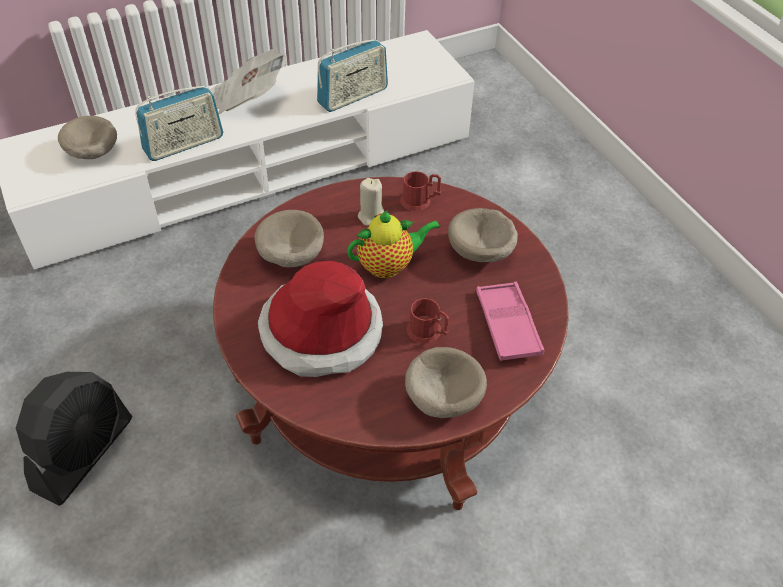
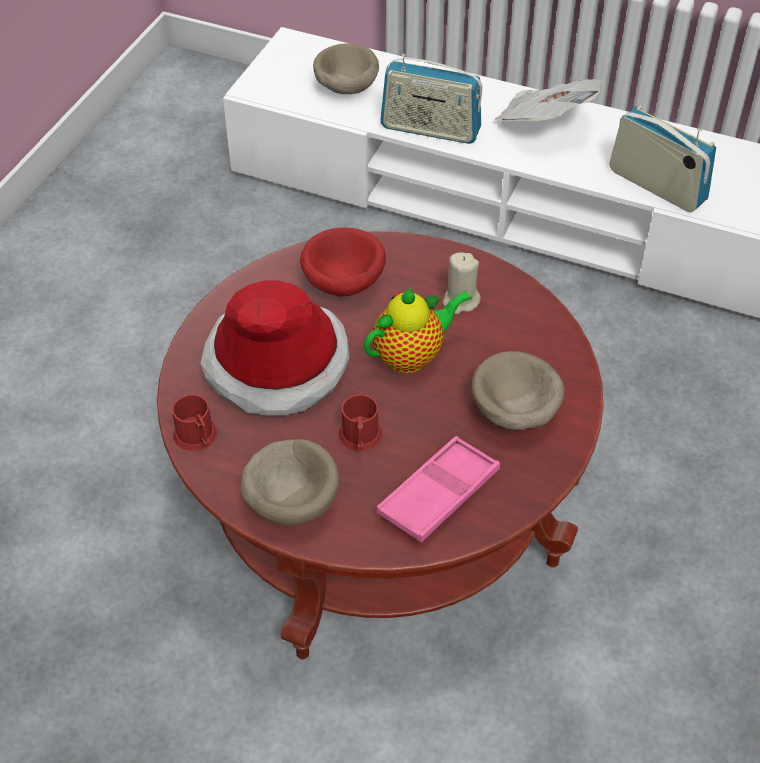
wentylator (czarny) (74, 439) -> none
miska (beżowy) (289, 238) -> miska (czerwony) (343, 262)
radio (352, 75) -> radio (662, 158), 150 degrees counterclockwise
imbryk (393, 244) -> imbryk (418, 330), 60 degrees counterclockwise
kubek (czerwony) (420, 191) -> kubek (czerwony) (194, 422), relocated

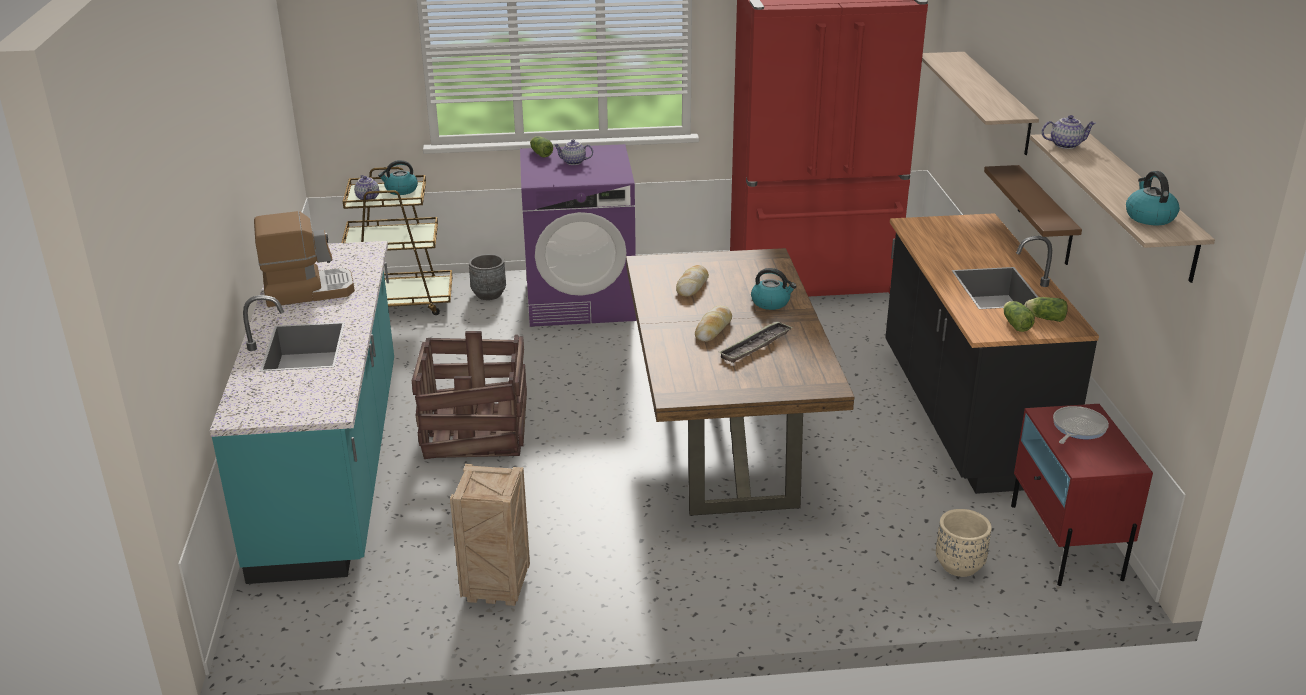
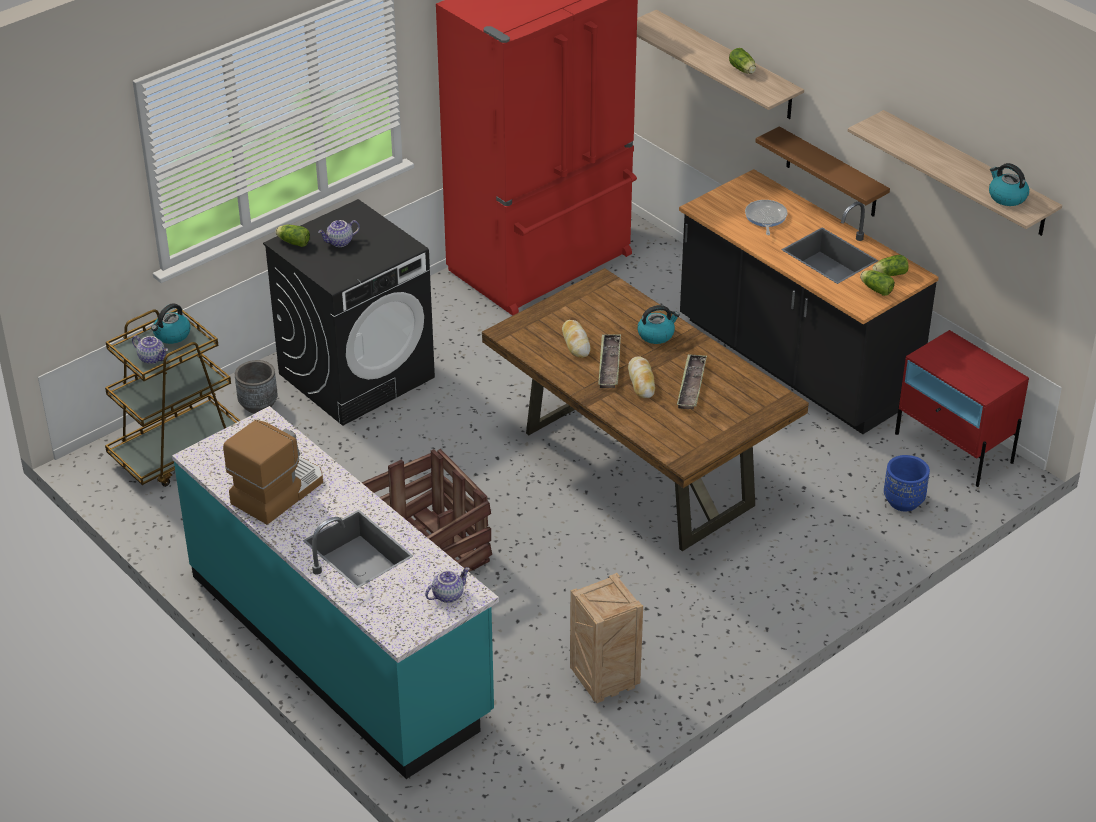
pralka (fioletowy) (578, 235) -> pralka (czarny) (349, 312)
donica (beżowy) (964, 543) -> donica (niebieski) (907, 483)
imbryk (1069, 132) -> imbryk (447, 585), relocated
patelnia (1081, 425) -> patelnia (766, 217), relocated
none -> taca (609, 361)
none -> sałata (742, 61)

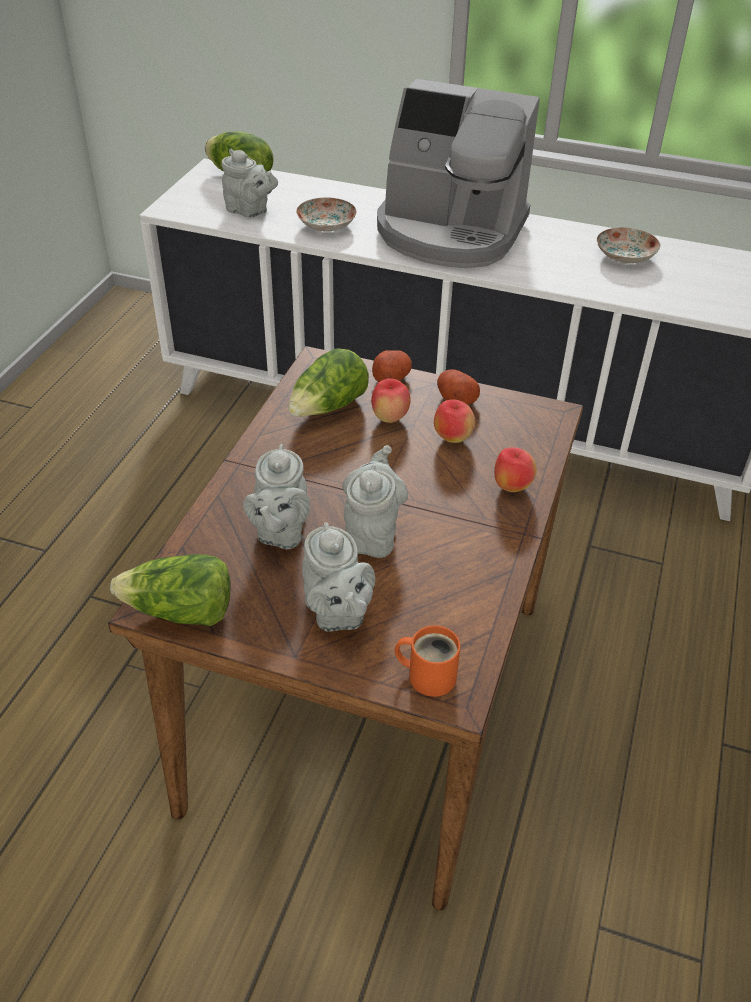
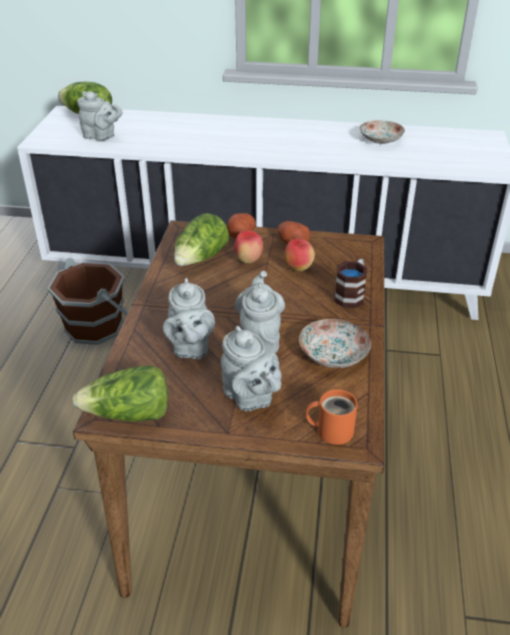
talerz (326, 215) -> talerz (335, 343), relocated
ekspres do kawy (458, 173) -> none
jabłko (515, 469) -> kubek (350, 283)
none -> wiadro (brązowy) (87, 301)

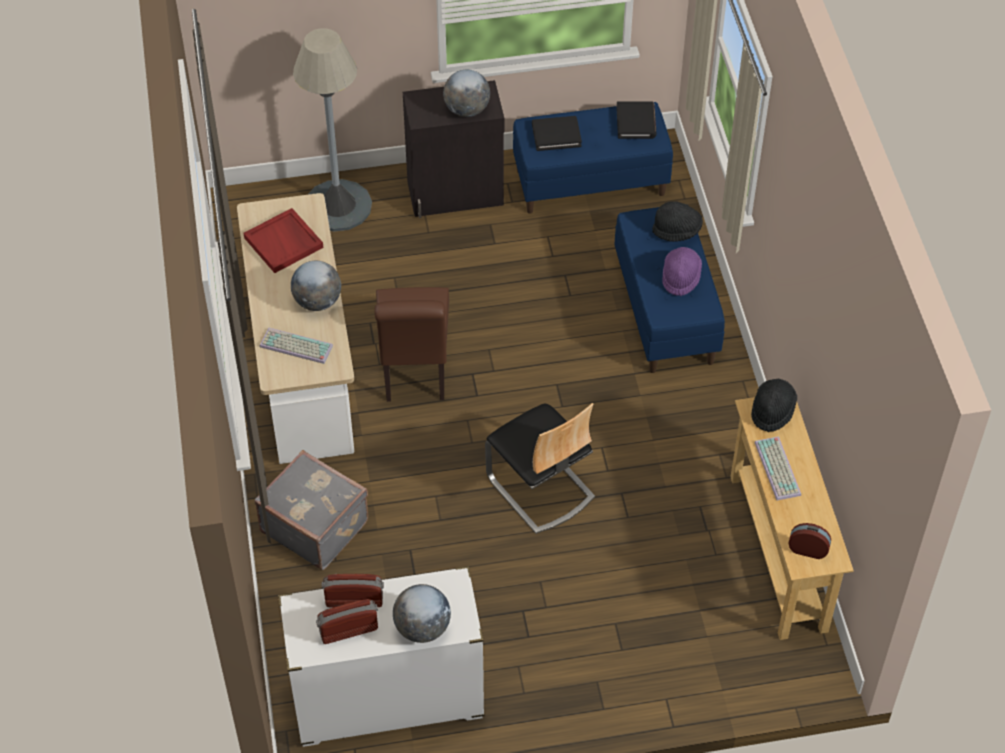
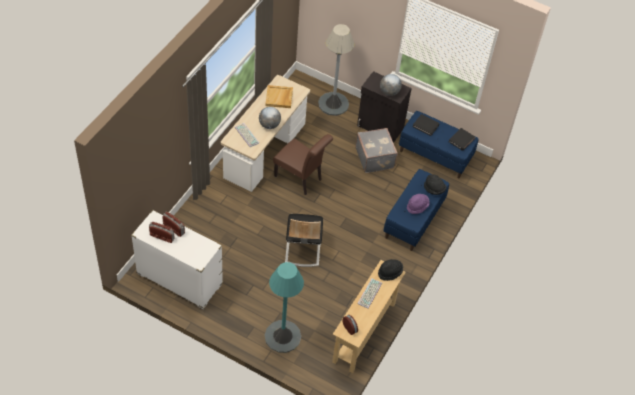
taca (czerwony) (283, 240) -> taca (beżowy) (279, 96)
walizka (szary) (311, 510) -> walizka (szary) (376, 150), relocated
krzesło (brązowy) (412, 344) -> krzesło (brązowy) (303, 164), 90 degrees counterclockwise
globus (422, 613) -> none
none -> lampa stojąca (turkusowy) (284, 307)

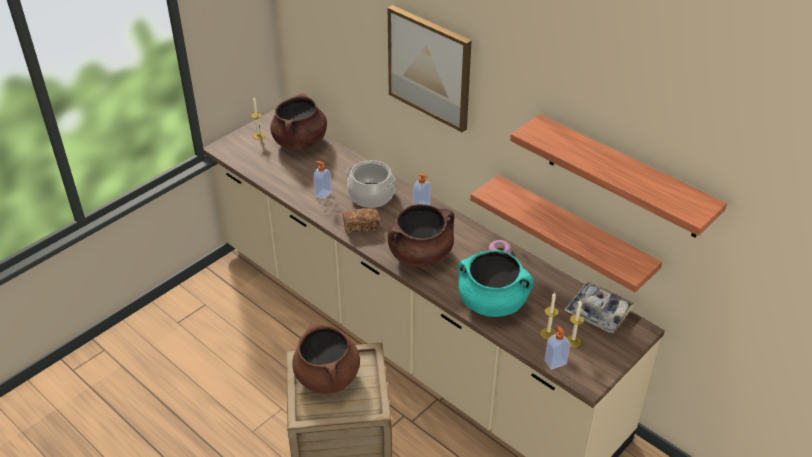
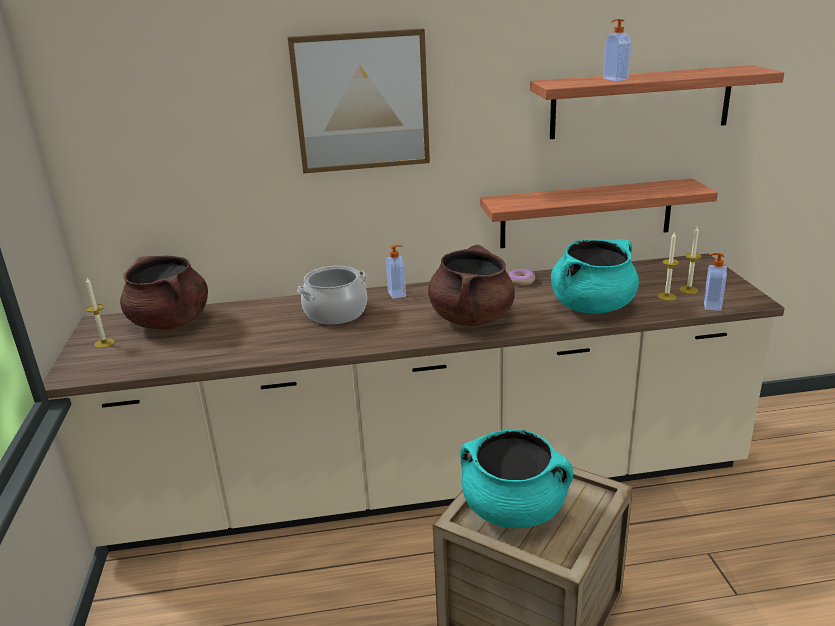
garnek (brązowy) (326, 357) -> garnek (turkusowy) (516, 478)
dozownik mydła (322, 180) -> dozownik mydła (617, 50), relocated
chleb (361, 220) -> none
taca (599, 307) -> none

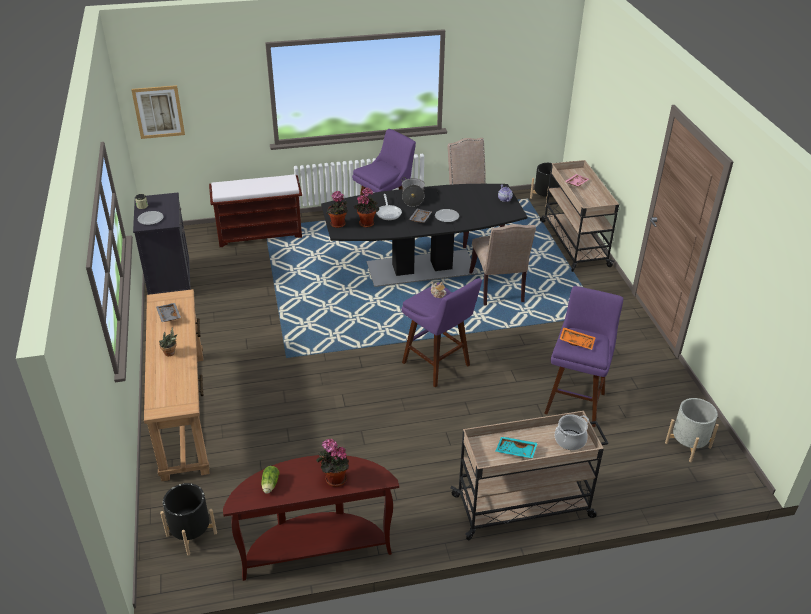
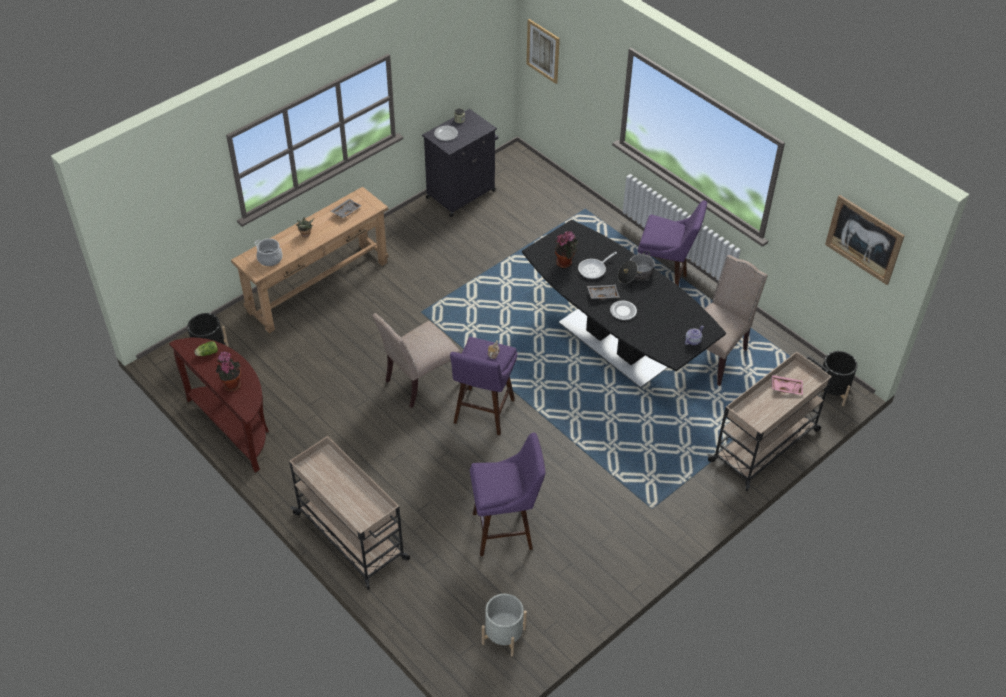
ławka (brązowy) (255, 210) -> none
roślina doniczkowa (337, 209) -> none
krzesło (beżowy) (502, 265) -> krzesło (beżowy) (416, 360), relocated
taca (turkusowy) (517, 447) -> none
garnek (572, 432) -> garnek (269, 252), relocated
taca (pomarańczowy) (578, 338) -> none
none -> obraz (865, 240)

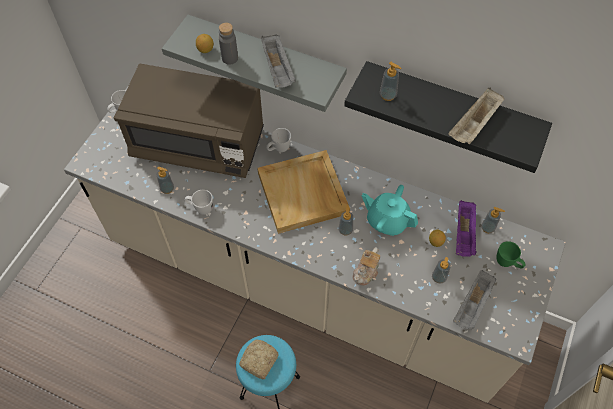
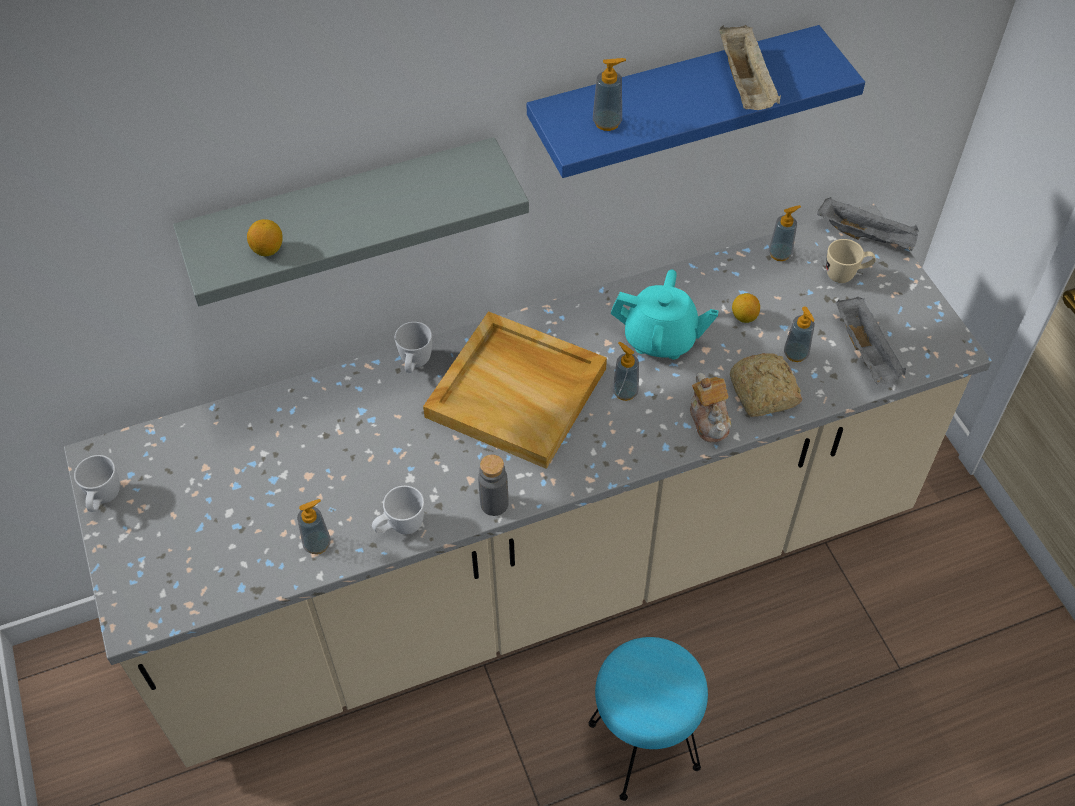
mikrofalówka (brązowy) (189, 121) -> none
butelka (szary) (228, 44) -> butelka (szary) (493, 485), relocated
chleb (259, 359) -> chleb (766, 385), relocated
taca (szary) (278, 61) -> taca (szary) (868, 224), relocated
półka (czarny) (448, 117) -> półka (niebieski) (696, 101)
imbryk (turkusowy) (390, 210) -> imbryk (turkusowy) (665, 314), 150 degrees counterclockwise
taca (fioletowy) (466, 228) -> none
kubek (zielony) (511, 254) -> kubek (beżowy) (851, 261)

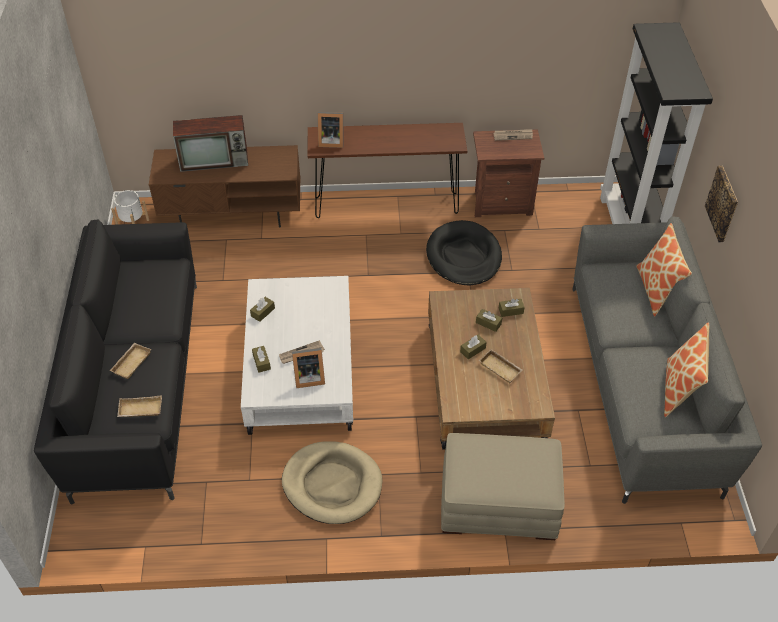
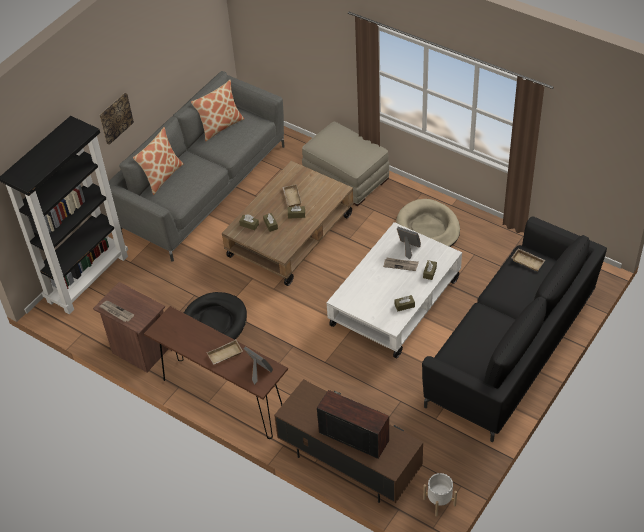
taca (beżowy) (131, 361) -> taca (beżowy) (225, 352), relocated

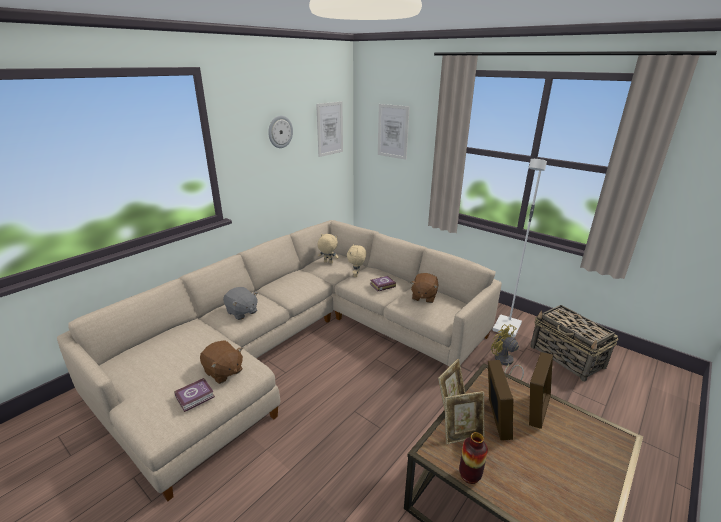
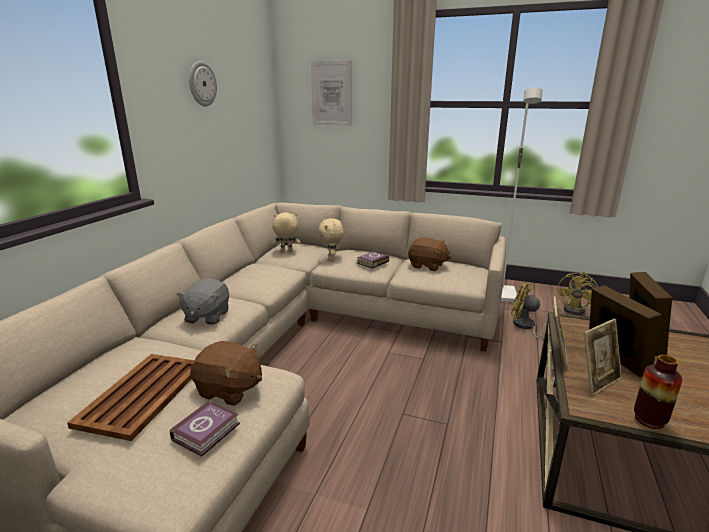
pluszak (szary) (240, 303) -> pluszak (szary) (202, 301), 75 degrees clockwise
obraz (329, 129) -> none
pluszak (brązowy) (424, 288) -> pluszak (brązowy) (429, 254), 60 degrees counterclockwise
koszyk (574, 343) -> wentylator (żółty) (577, 293)
none -> taca (brązowy) (130, 397)

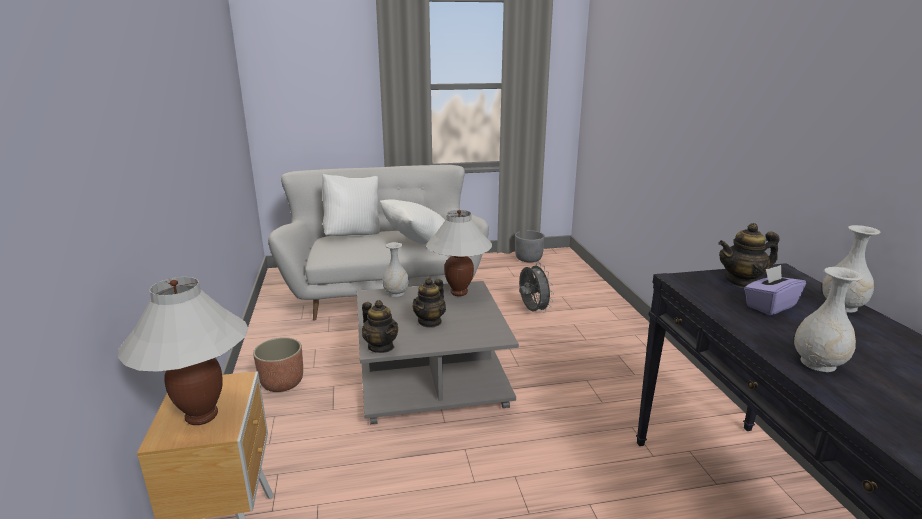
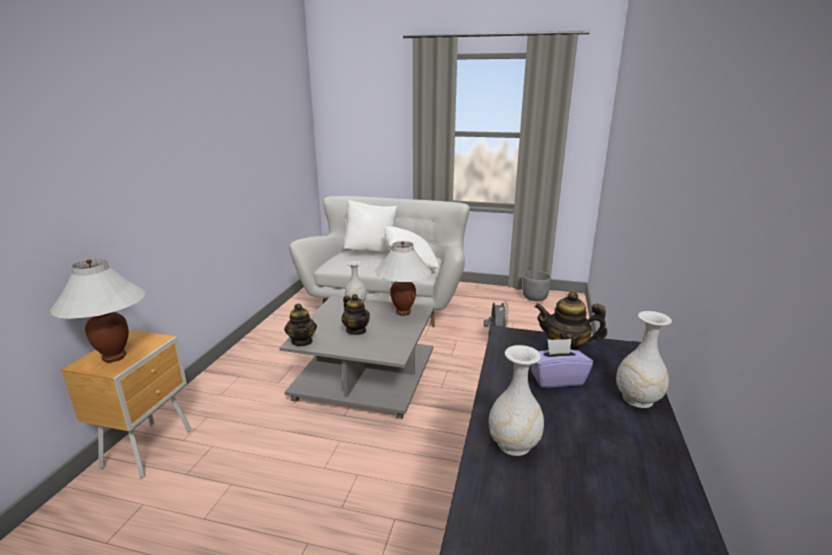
donica (278, 364) -> none
imbryk (429, 303) -> imbryk (356, 314), 90 degrees counterclockwise

